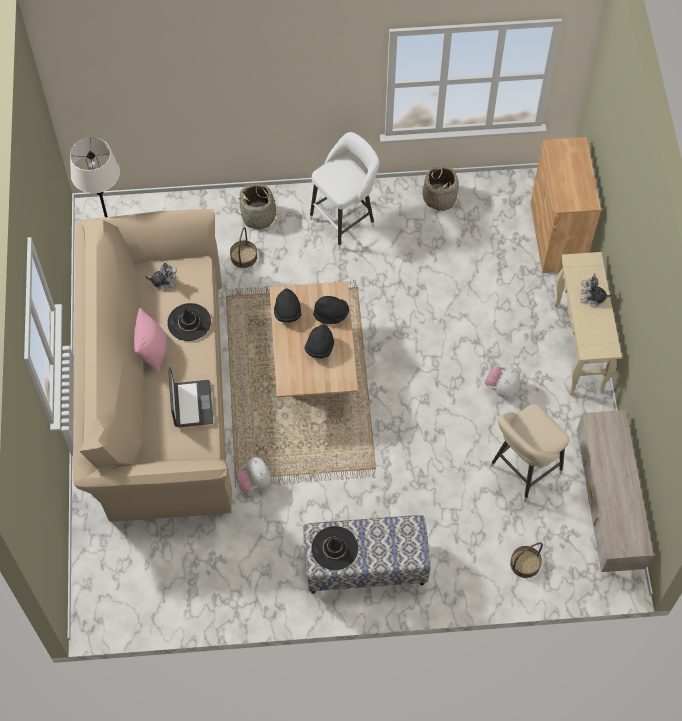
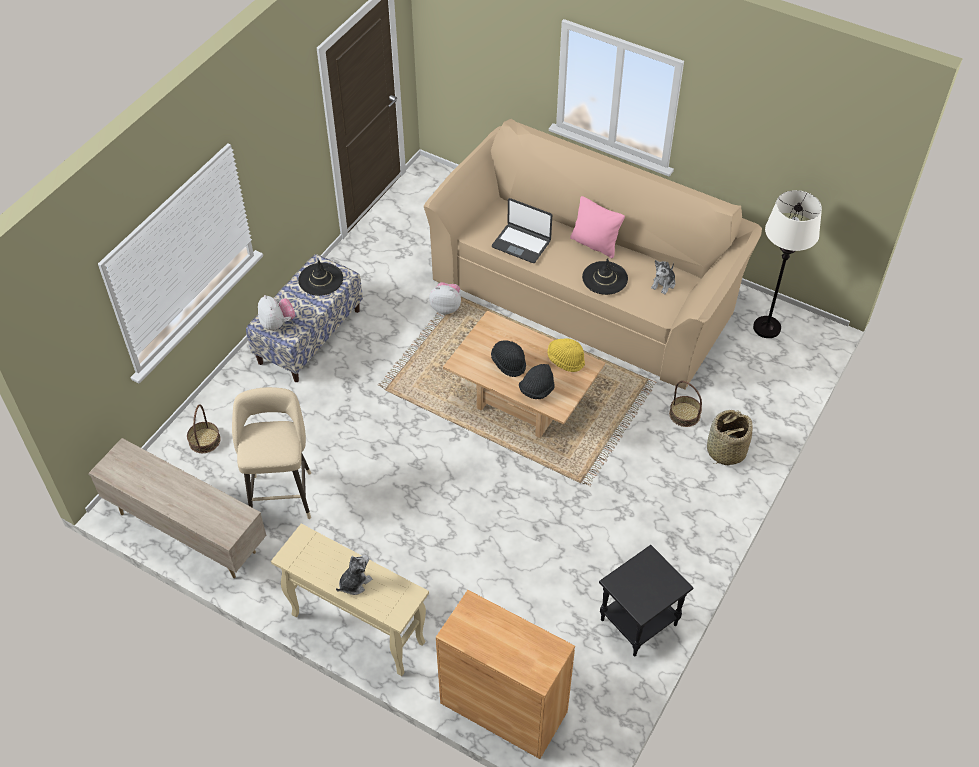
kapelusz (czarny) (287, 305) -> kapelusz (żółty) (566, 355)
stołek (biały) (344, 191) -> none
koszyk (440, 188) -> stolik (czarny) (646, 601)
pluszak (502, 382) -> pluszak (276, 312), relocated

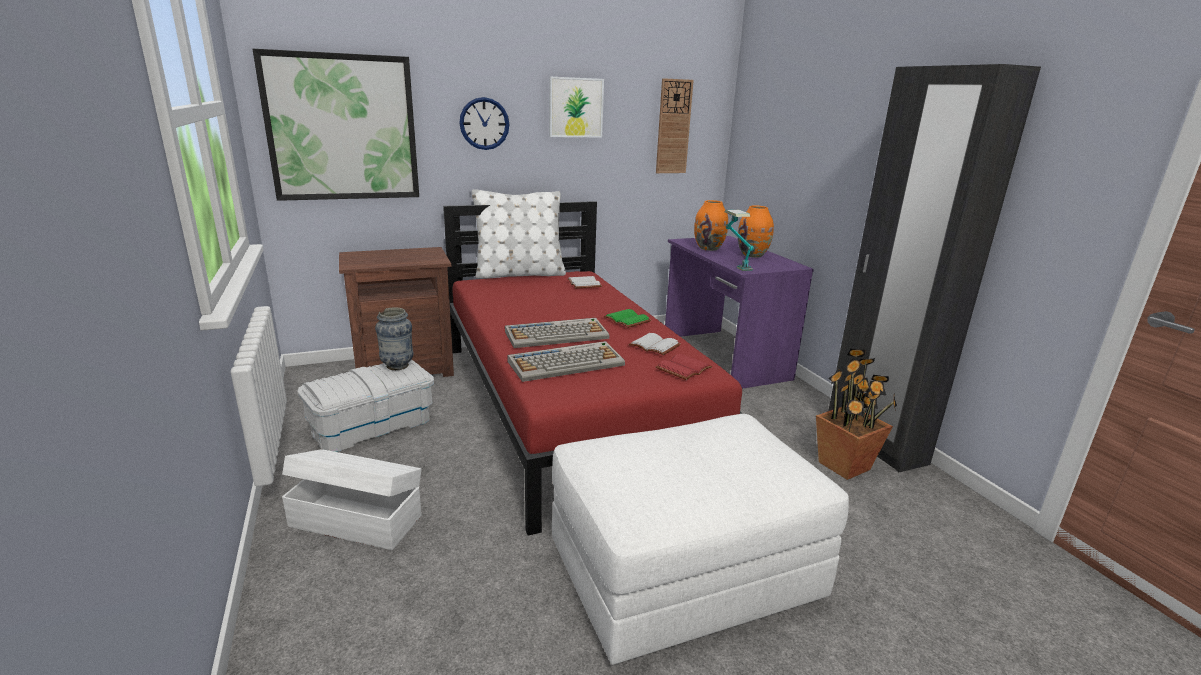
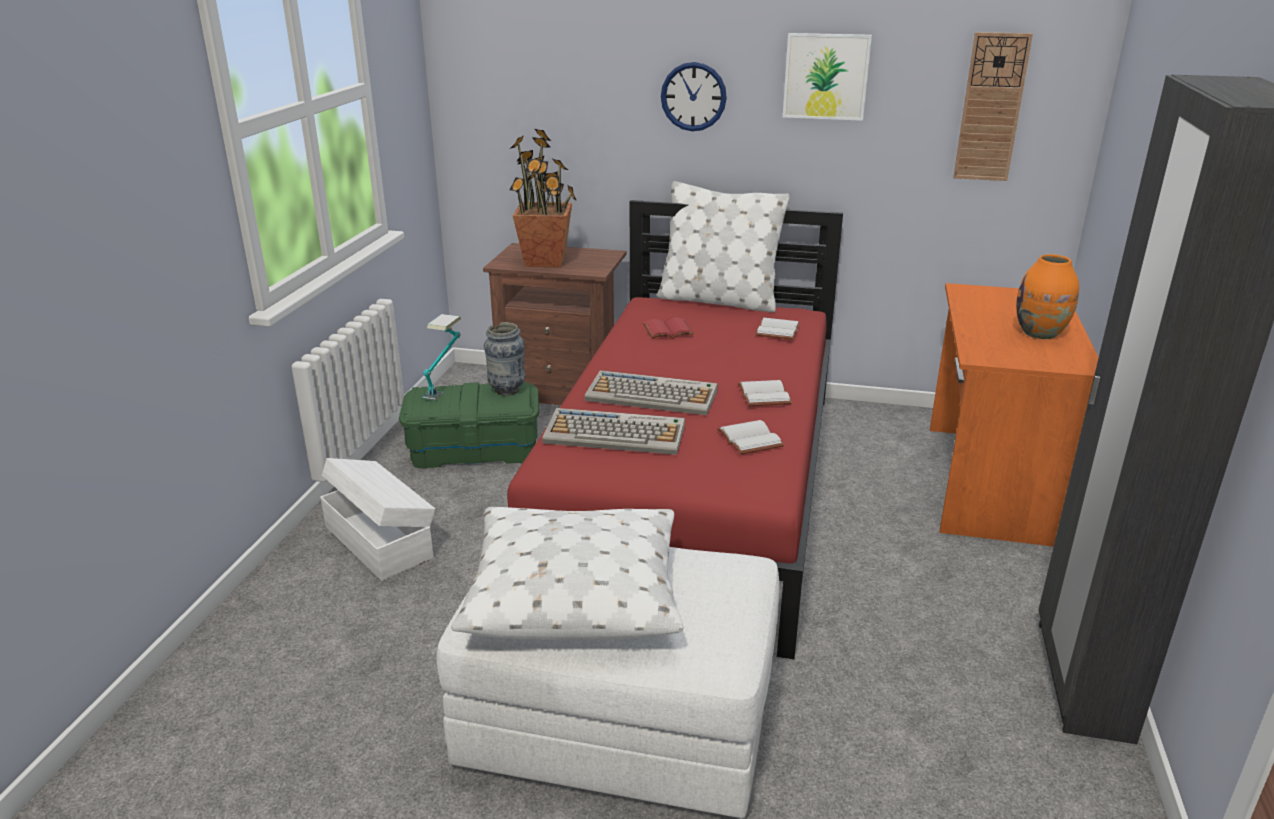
obraz (336, 125) -> none
pojemnik do przechowywania (biały) (365, 406) -> pojemnik do przechowywania (zielony) (469, 425)
książka (zielony) (627, 318) -> książka (biały) (765, 393)
książka (czerwony) (684, 367) -> książka (czerwony) (668, 327), relocated
biurko (fioletowy) (739, 312) -> biurko (pomarańczowy) (1014, 415)
wazon (pomarańczowy) (711, 225) -> none
lampa stołowa (739, 240) -> lampa stołowa (441, 357), relocated
roślina doniczkowa (856, 414) -> roślina doniczkowa (543, 198), relocated
none -> poduszka (biały) (567, 574)

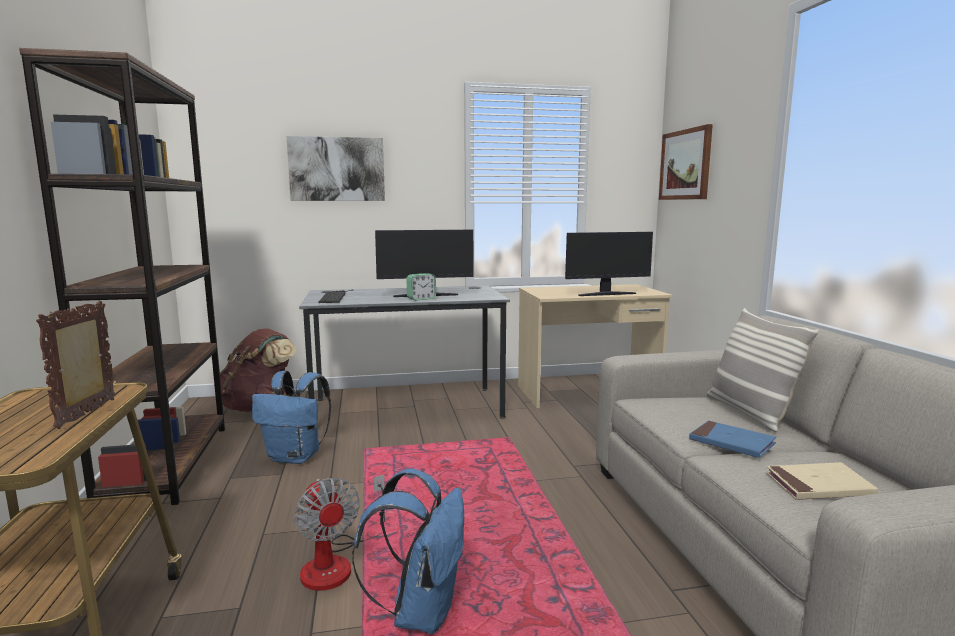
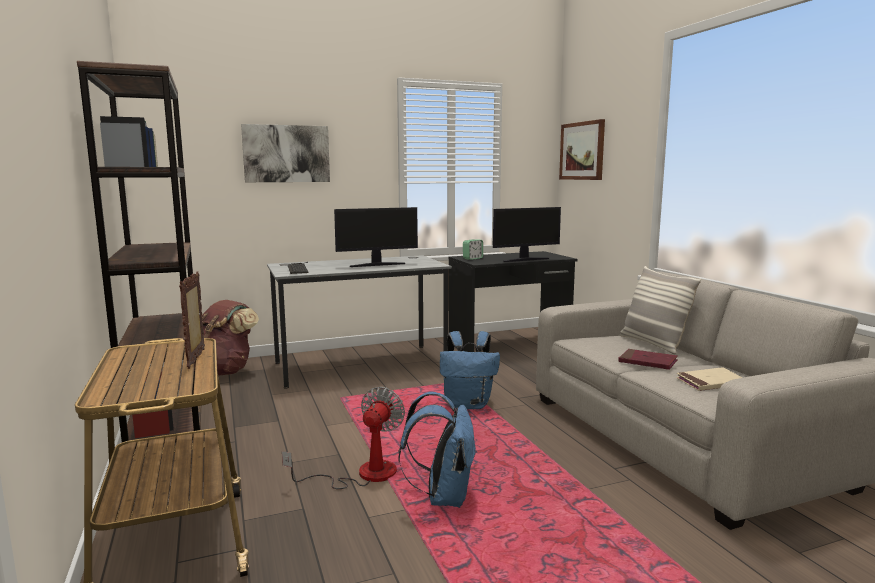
plecak (niebieski) (291, 417) -> plecak (niebieski) (470, 370), relocated
wentylator (339, 532) -> wentylator (343, 438), 120 degrees counterclockwise
budzik (421, 287) -> budzik (473, 249), relocated
biurko (beżowy) (595, 346) -> biurko (czarny) (513, 301)
książka (niebieski) (732, 439) -> książka (czerwony) (648, 359)

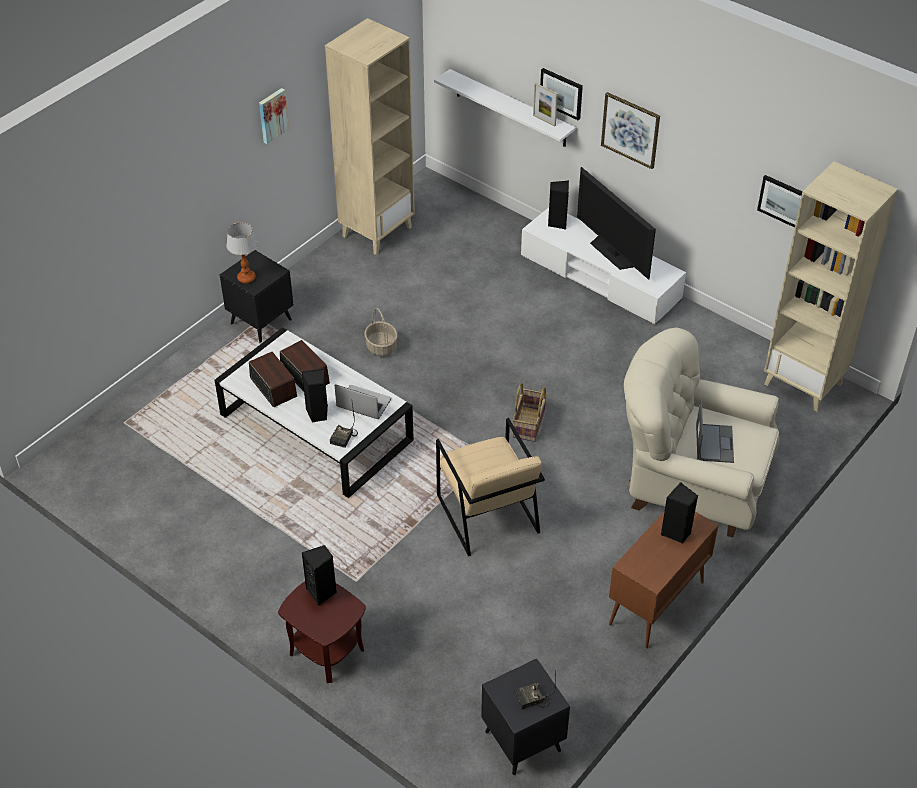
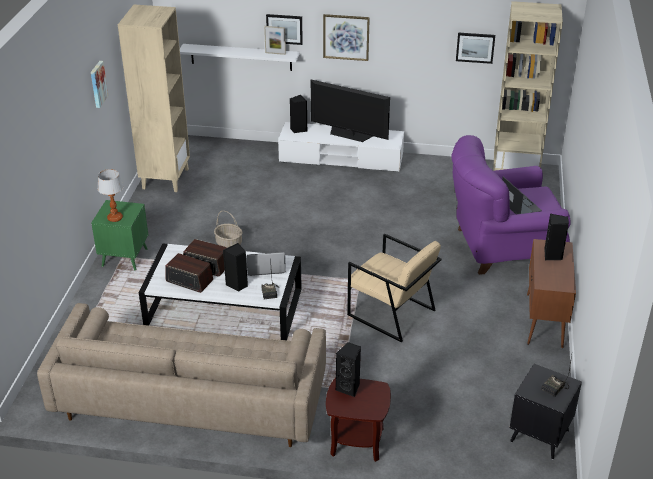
stolik (czarny) (256, 296) -> stolik (zielony) (119, 235)
koszyk (529, 412) -> none
fotel (beżowy) (701, 432) -> fotel (fioletowy) (511, 205)
none -> kanapa (beżowy) (181, 375)

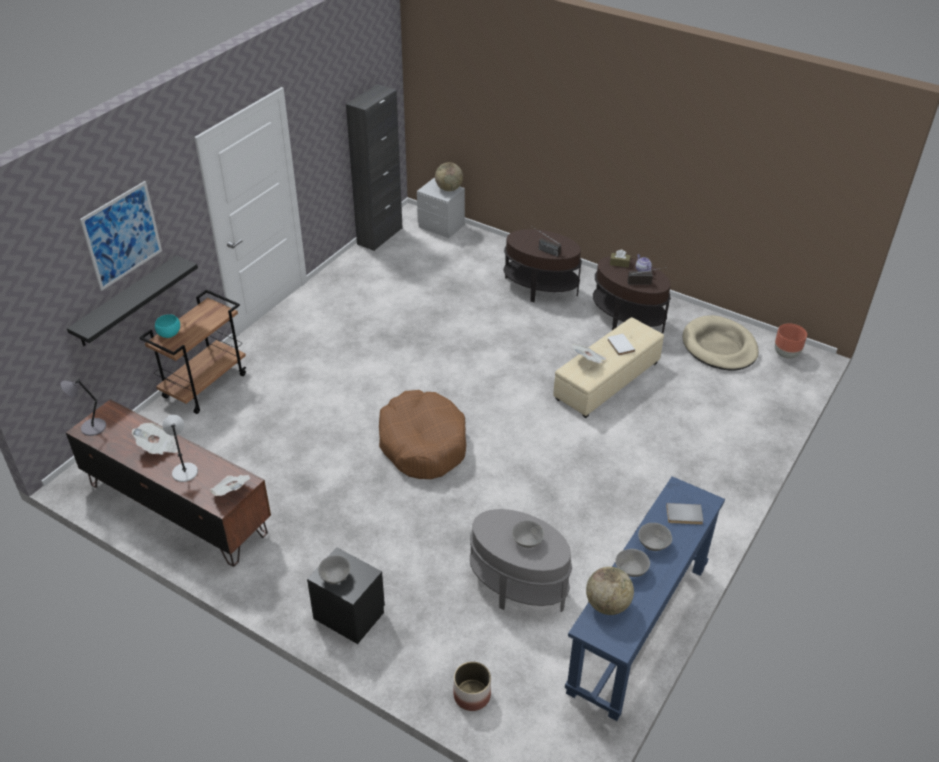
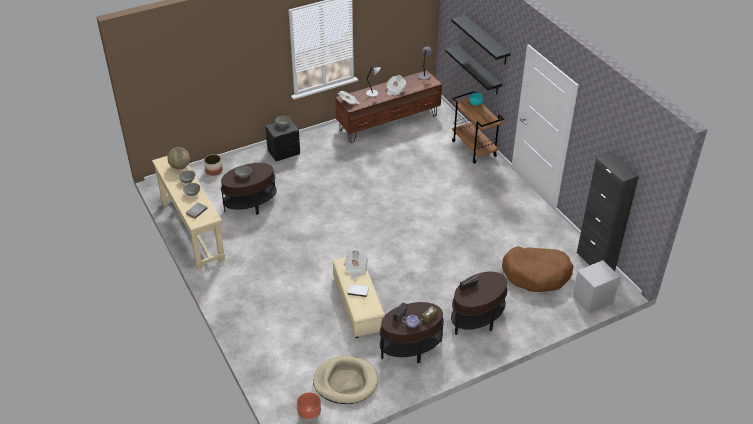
obraz (121, 236) -> półka (czarny) (481, 40)
legowisko (brązowy) (422, 434) -> legowisko (brązowy) (538, 269), relocated
globus (449, 176) -> none
stolik (szary) (521, 560) -> stolik (brązowy) (249, 189)
stolik konsolowy (niebieski) (645, 598) -> stolik konsolowy (beżowy) (189, 213)

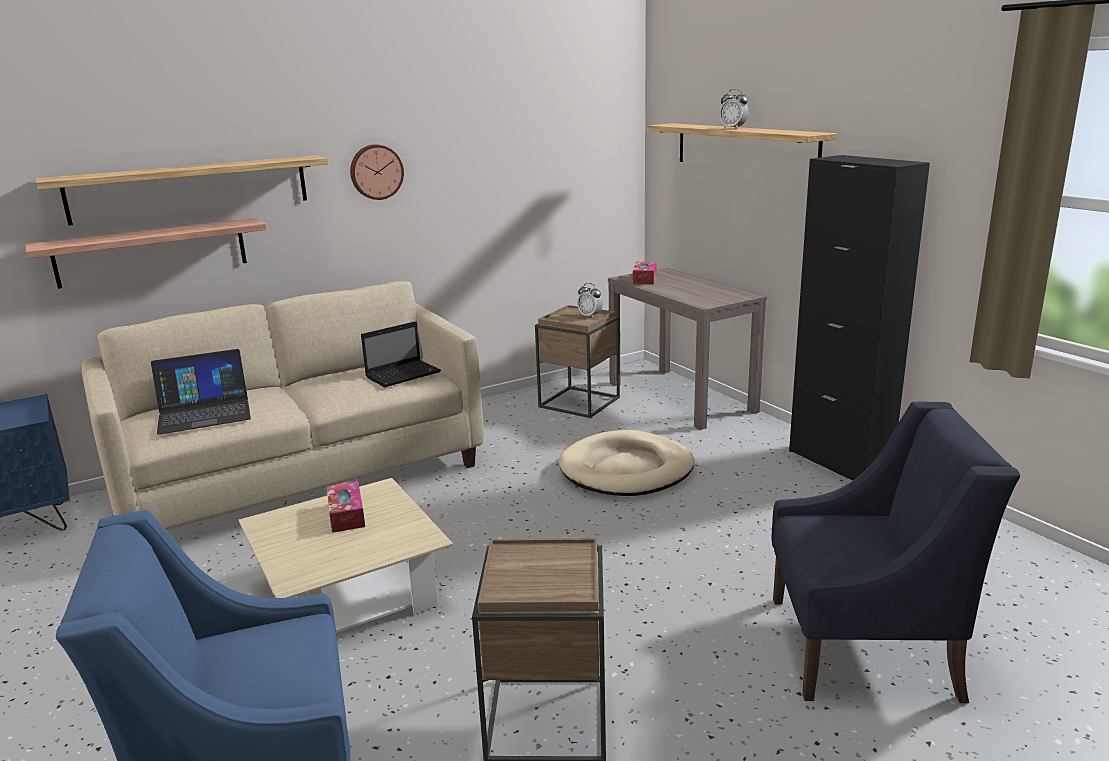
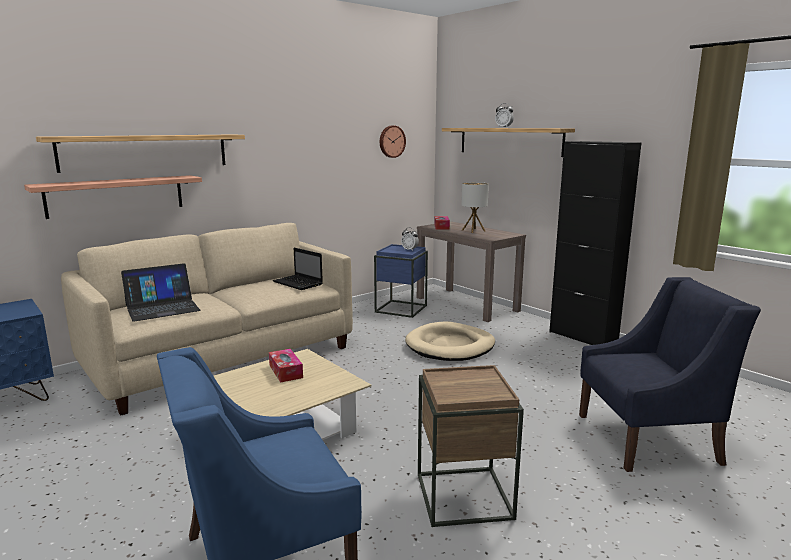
zegar ścienny (377, 172) -> zegar ścienny (393, 142), relocated
laptop (401, 354) -> laptop (298, 269), 90 degrees clockwise
stolik (brązowy) (577, 361) -> stolik (niebieski) (401, 281)
none -> lampa stołowa (475, 207)

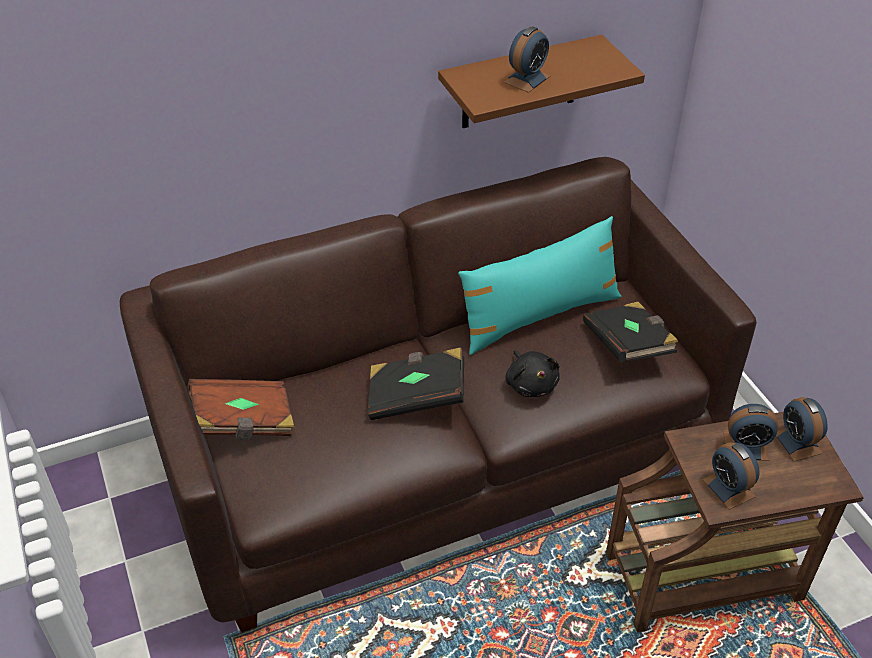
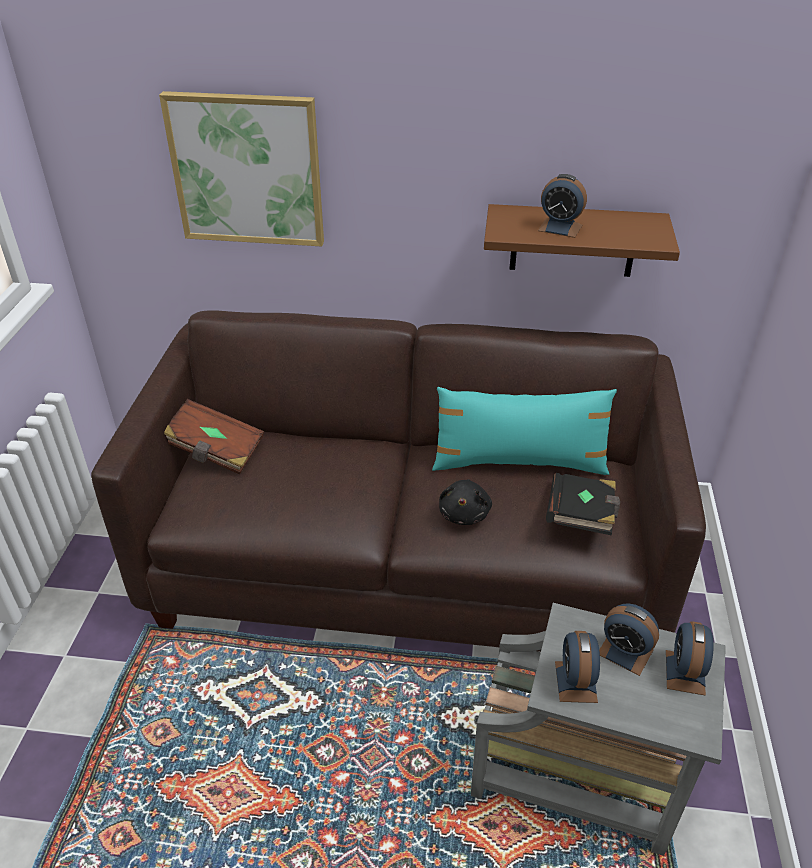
książka (czarny) (416, 383) -> none
budzik (527, 59) -> budzik (562, 206), 45 degrees clockwise
stolik (brązowy) (735, 522) -> stolik (szary) (598, 729)
none -> obraz (241, 168)

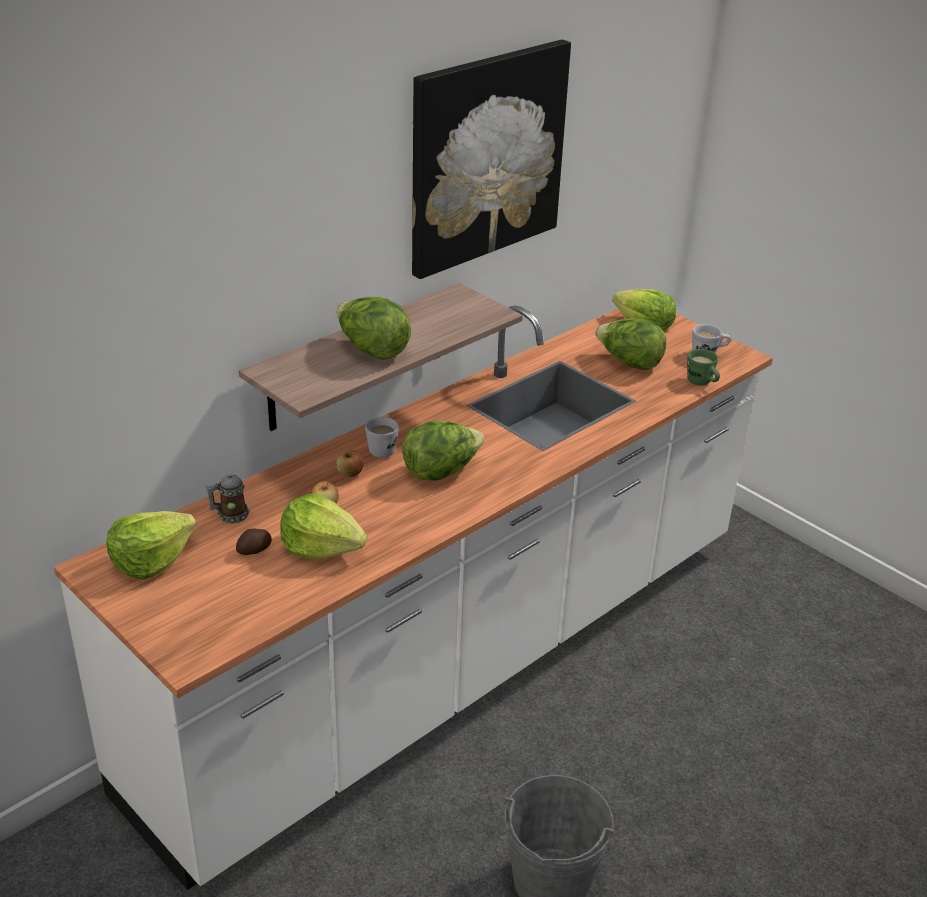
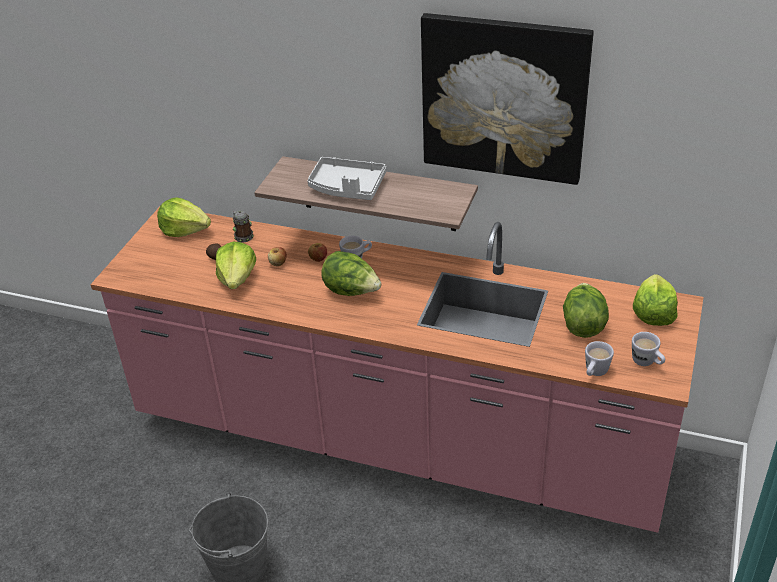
zabudowa kuchenna (biały) (413, 597) -> zabudowa kuchenna (różowy) (397, 370)
sałata (374, 328) -> taca (szary) (346, 178)
kubek (zielony) (703, 367) -> kubek (biały) (599, 358)

